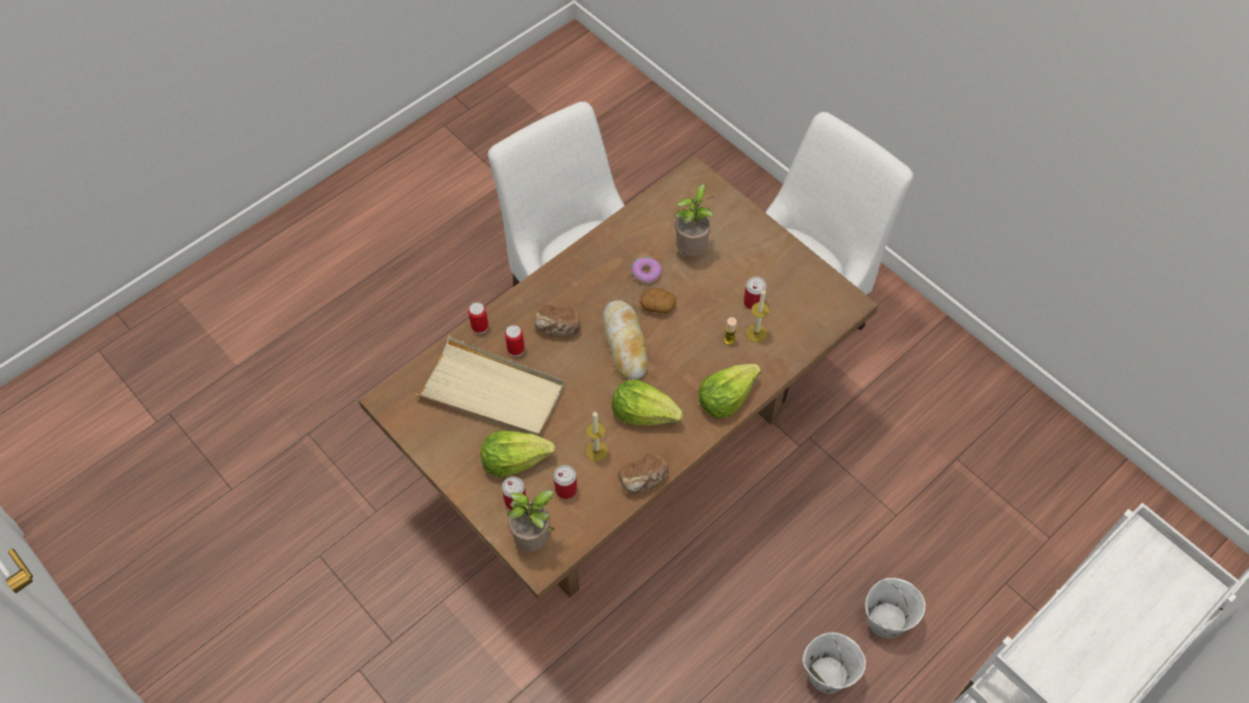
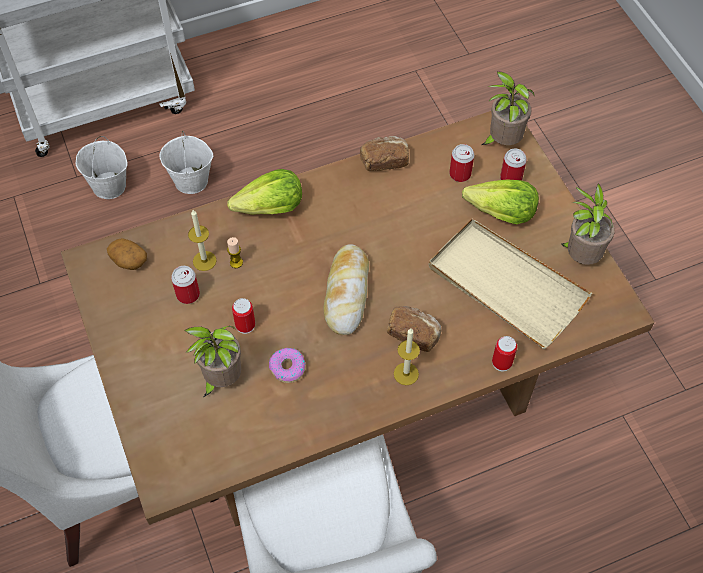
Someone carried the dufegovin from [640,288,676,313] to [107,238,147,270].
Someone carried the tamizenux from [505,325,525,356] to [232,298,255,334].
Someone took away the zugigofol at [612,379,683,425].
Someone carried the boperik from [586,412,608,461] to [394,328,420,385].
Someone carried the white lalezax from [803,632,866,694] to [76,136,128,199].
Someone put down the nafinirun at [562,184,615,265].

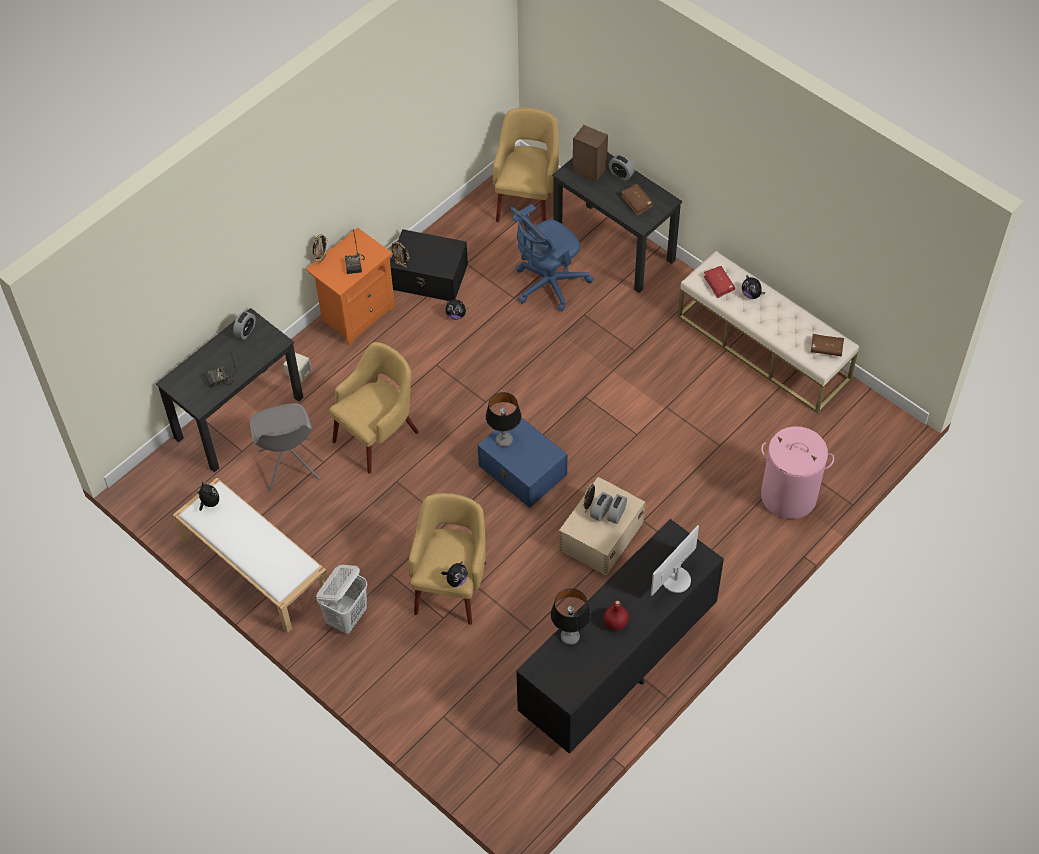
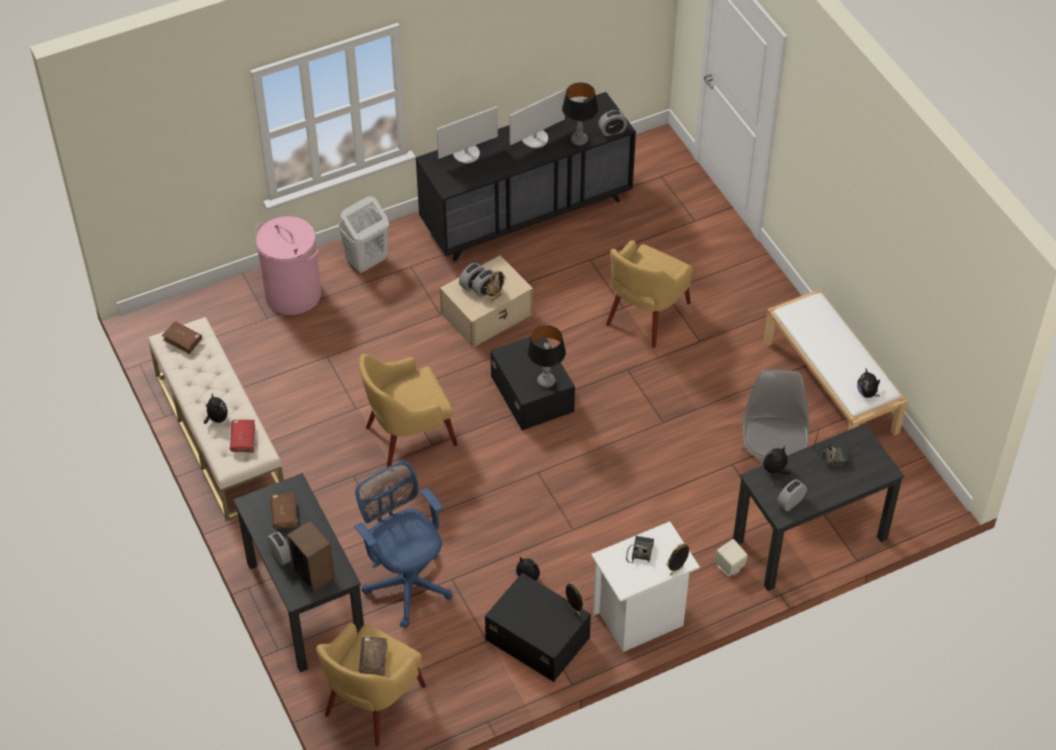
Someone rotated the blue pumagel at [510,204,594,311] by 105 degrees counterclockwise.
Someone repainted the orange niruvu at [306,227,395,346], which became the white niruvu at [591,521,700,652].
Someone carried the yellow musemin from [329,342,419,474] to [359,354,458,467].
Someone repainted the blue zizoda at [478,417,568,508], which became the black zizoda at [490,337,575,430].
Someone carried the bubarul from [441,561,468,587] to [763,446,790,475].
Someone carried the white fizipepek from [316,565,367,634] to [338,196,389,274].
Someone swapped the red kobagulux at [604,601,629,630] for the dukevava at [509,89,565,148].
Someone put down the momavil at [598,110,628,136].
Someone put down the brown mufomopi at [359,637,387,675].

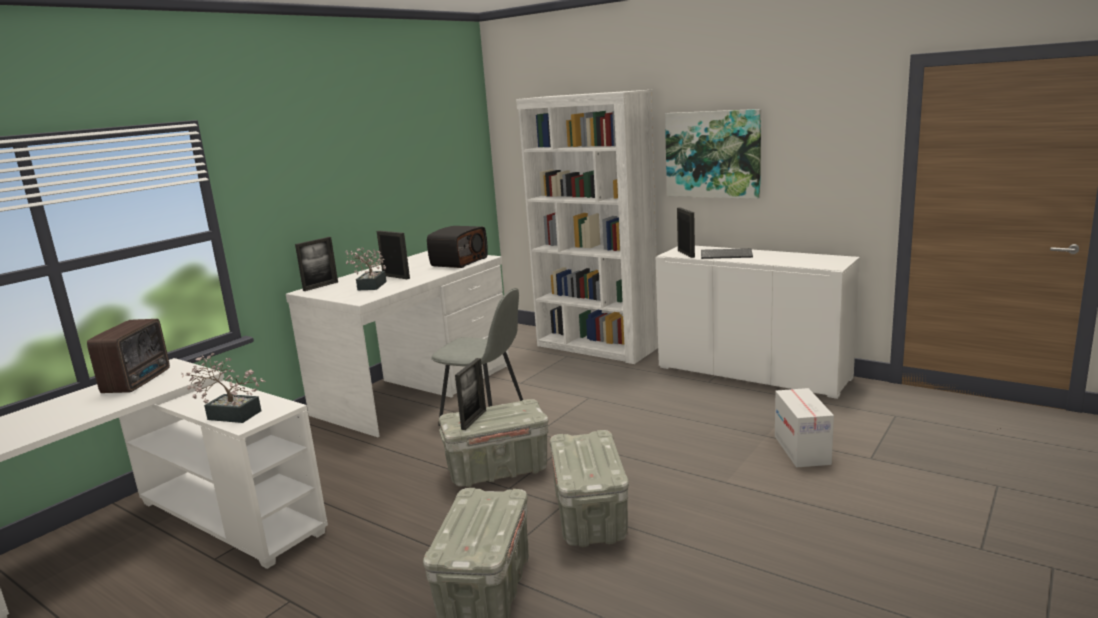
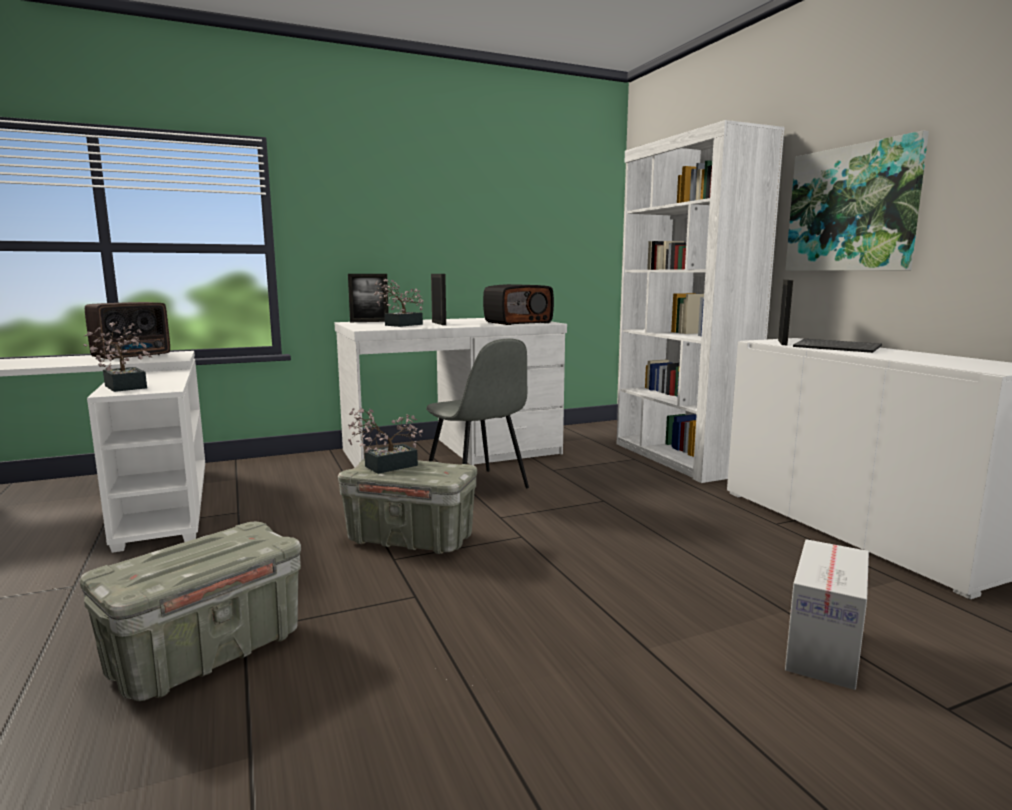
Someone swapped the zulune at [455,358,486,430] for the nafinirun at [348,408,423,474].
Someone took away the grey zizoda at [550,430,629,547].

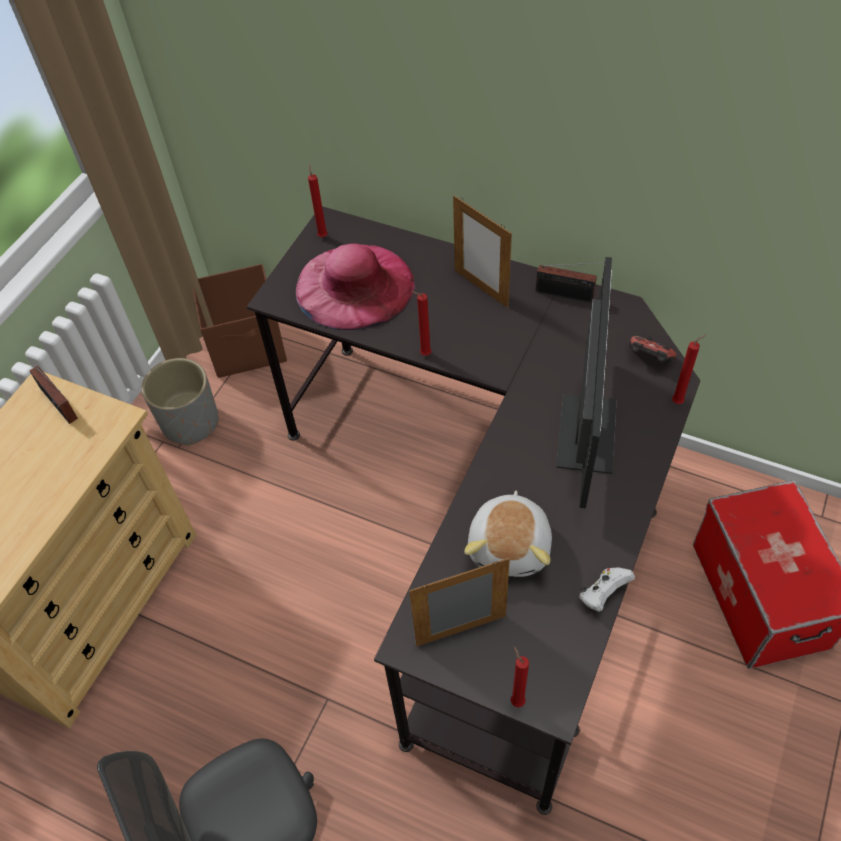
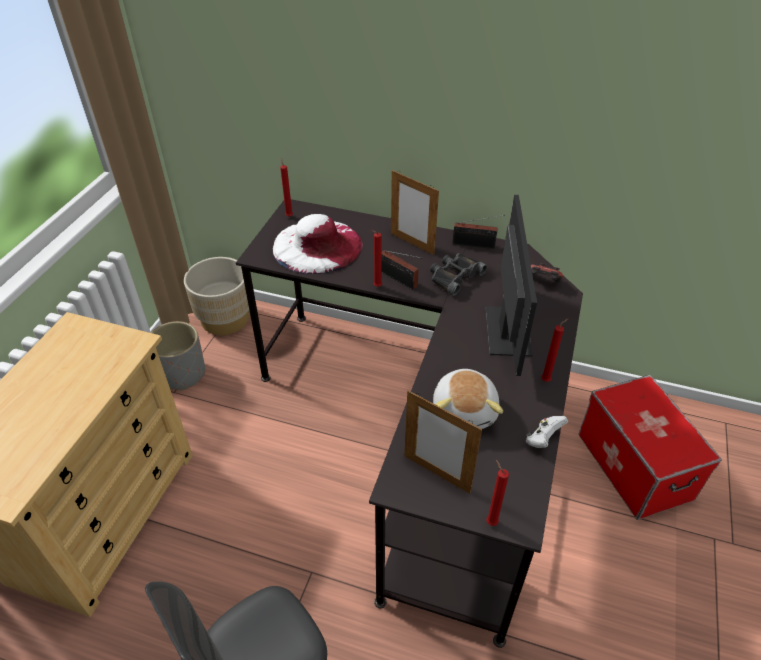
Someone repainted the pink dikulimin at [296,243,415,330], which became the white dikulimin at [273,214,363,274].
Someone swapped the brown zizoda at [193,264,287,378] for the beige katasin at [184,257,249,335].
Someone carried the red boperik from [672,335,706,404] to [541,318,569,382].
Someone carried the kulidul from [30,366,78,424] to [381,250,422,290].
Someone rotated the zulune at [409,558,510,647] by 120 degrees counterclockwise.
Someone put down the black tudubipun at [430,253,487,296].

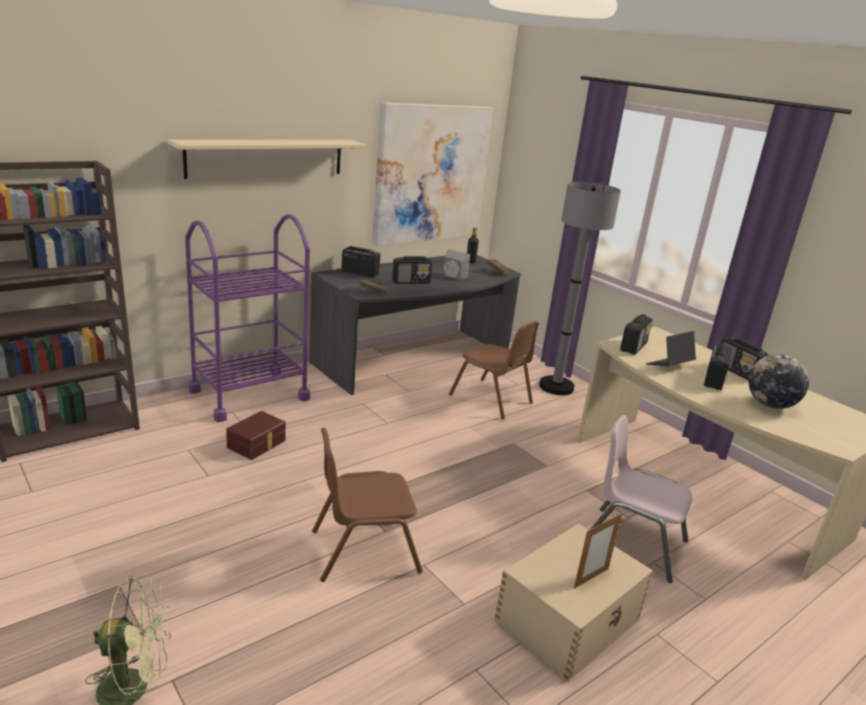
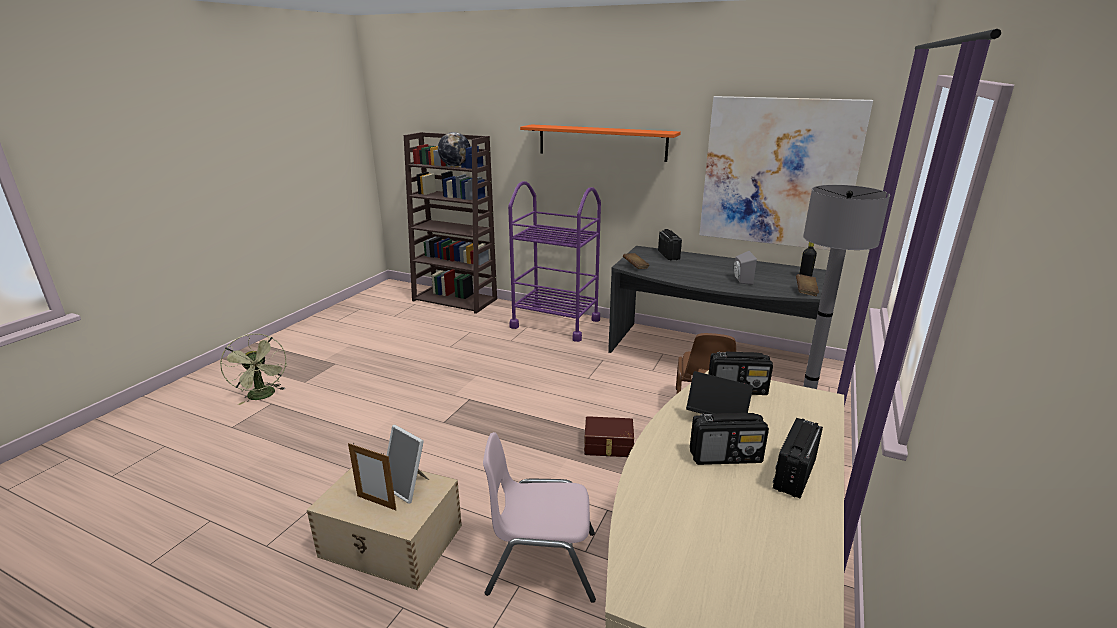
Someone repainted the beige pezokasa at [168,140,367,179], which became the orange pezokasa at [520,124,681,162].
Someone took away the kulidul at [392,256,432,284].
Someone carried the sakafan from [748,354,809,409] to [438,132,471,167].
Someone carried the brown zizoda from [226,411,286,460] to [584,416,634,457].
Someone rotated the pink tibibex at [590,415,692,583] by 90 degrees counterclockwise.
Someone took away the brown tibibex at [312,428,423,582].
Someone put down the zulune at [386,425,429,504].

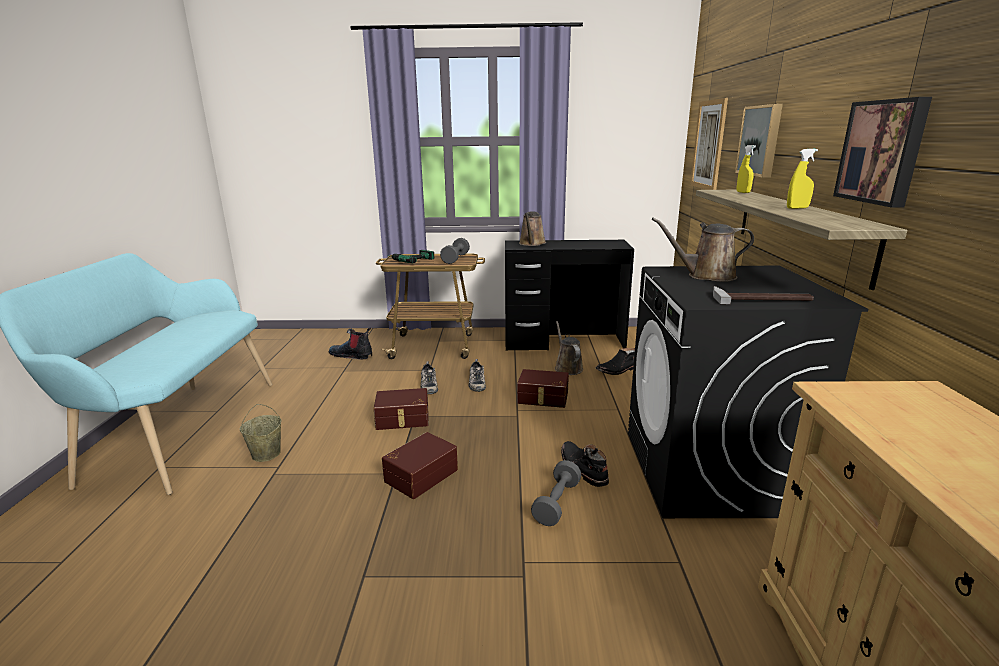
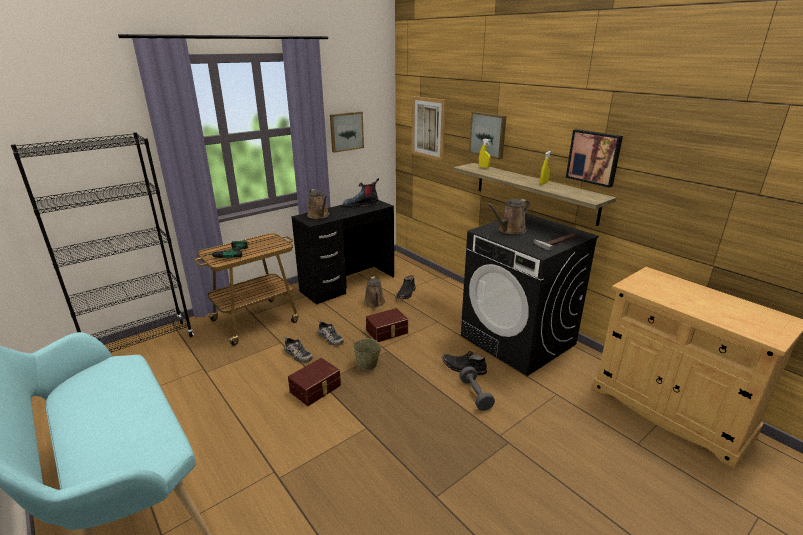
Someone took away the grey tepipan at [440,238,470,264].
Someone rotated the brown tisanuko at [555,321,583,375] by 135 degrees counterclockwise.
Someone carried the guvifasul from [329,328,372,359] to [343,178,379,207].
Someone carried the beige lalezax from [240,404,281,462] to [353,332,382,371].
Someone took away the brown zizoda at [382,432,458,499].
Someone put up the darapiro at [330,112,364,153].
Someone put down the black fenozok at [11,132,194,353].

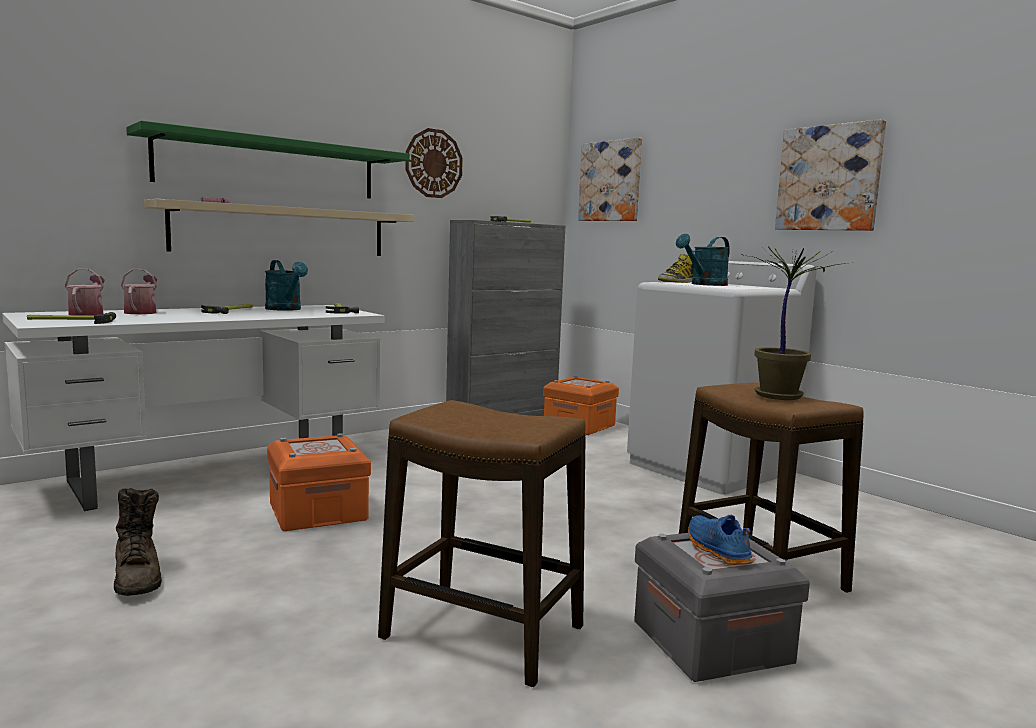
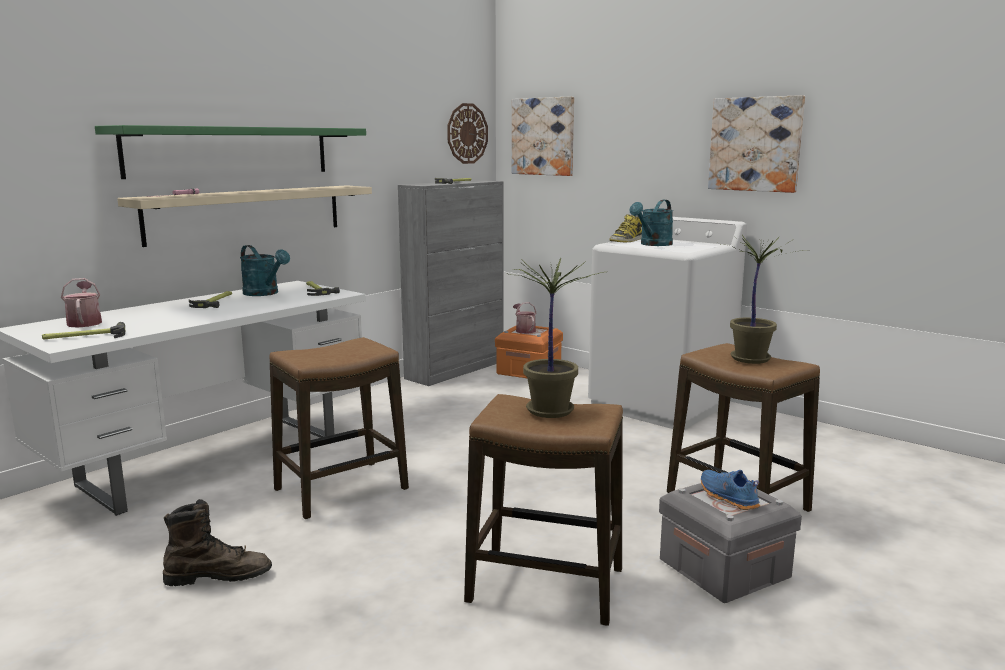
Someone carried the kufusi from [405,128,463,198] to [447,103,488,164].
Someone carried the tisanuko from [121,269,157,314] to [513,302,536,334].
Someone swapped the orange zizoda at [267,433,371,531] for the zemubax at [269,337,409,519].
Someone rotated the brown guvifasul at [114,488,162,596] by 60 degrees counterclockwise.
Someone put down the nafinirun at [508,258,604,418].

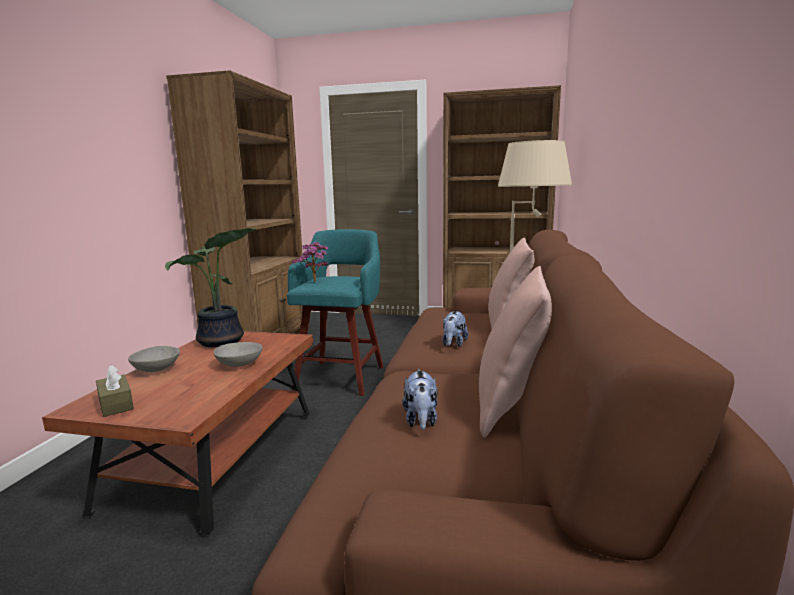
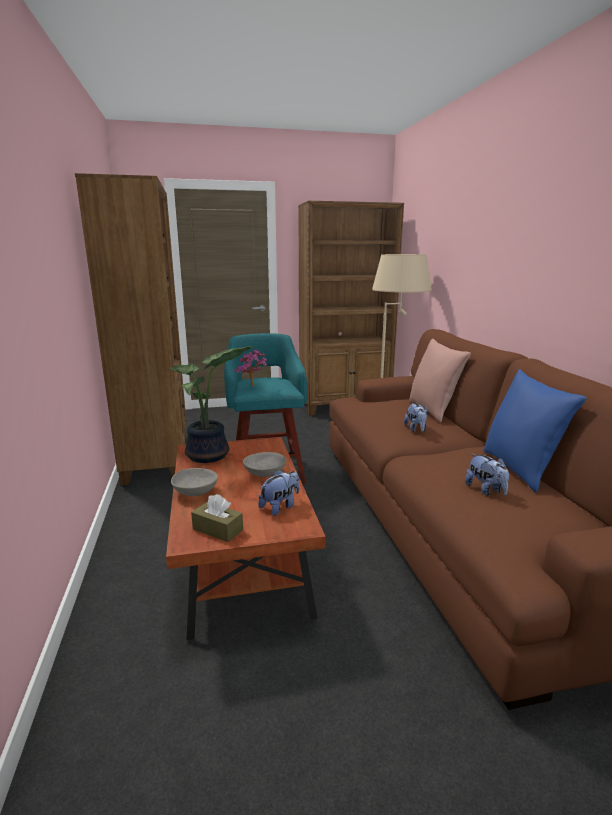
Someone repainted the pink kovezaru at [479,266,552,437], which became the blue kovezaru at [483,369,586,493].
Someone put down the bubarul at [259,470,299,516].

